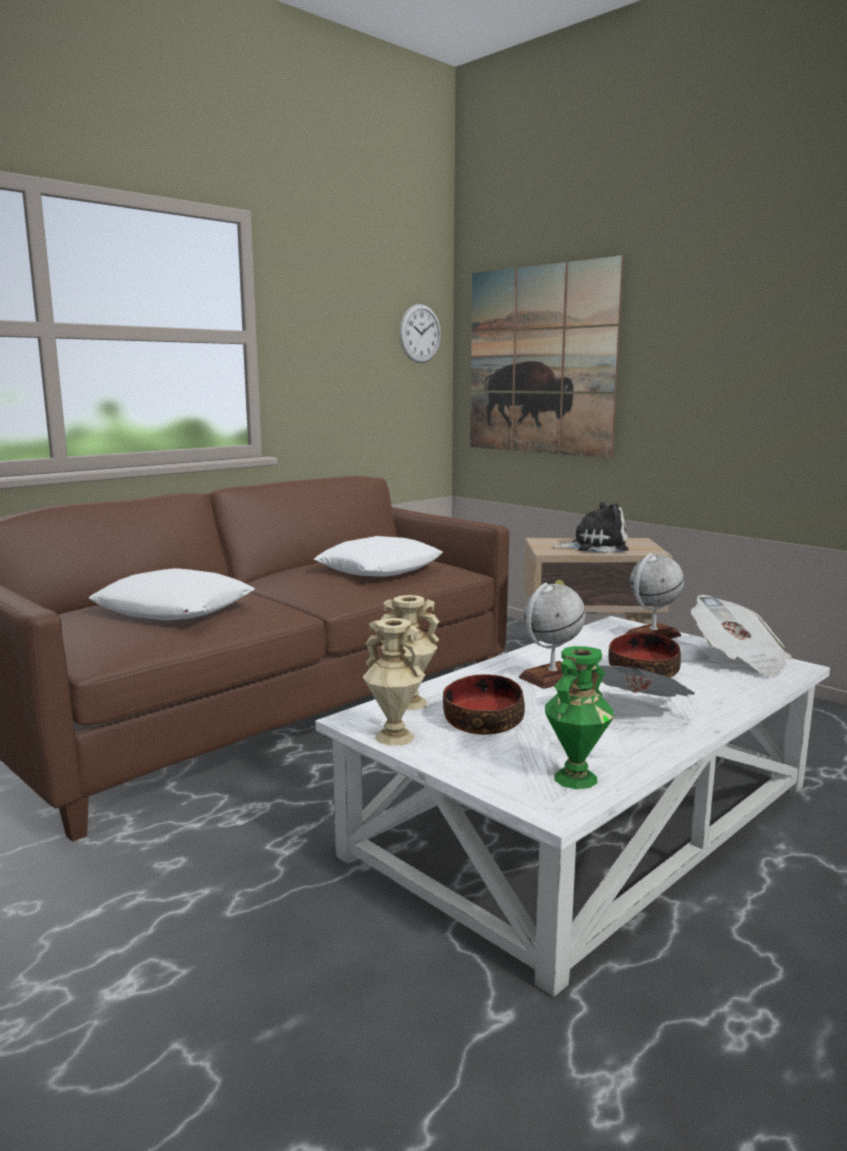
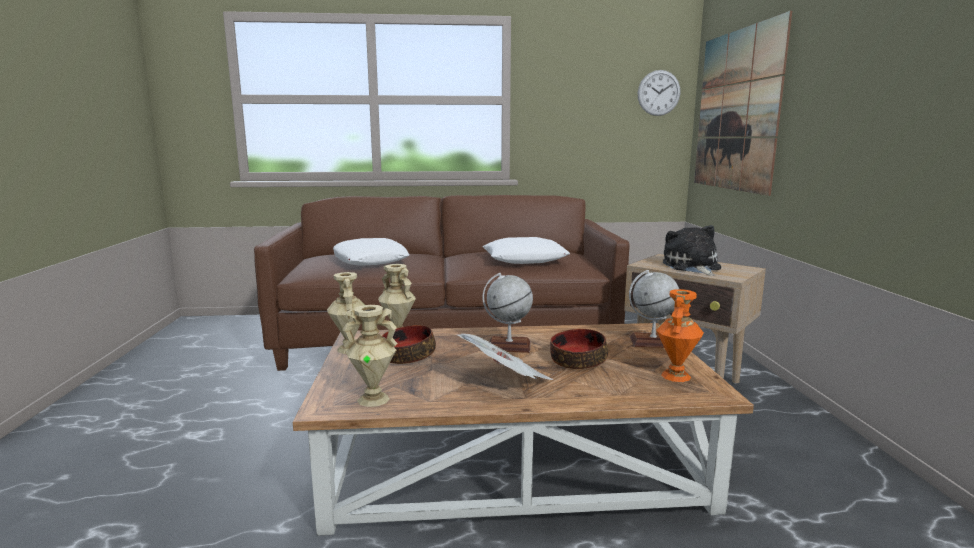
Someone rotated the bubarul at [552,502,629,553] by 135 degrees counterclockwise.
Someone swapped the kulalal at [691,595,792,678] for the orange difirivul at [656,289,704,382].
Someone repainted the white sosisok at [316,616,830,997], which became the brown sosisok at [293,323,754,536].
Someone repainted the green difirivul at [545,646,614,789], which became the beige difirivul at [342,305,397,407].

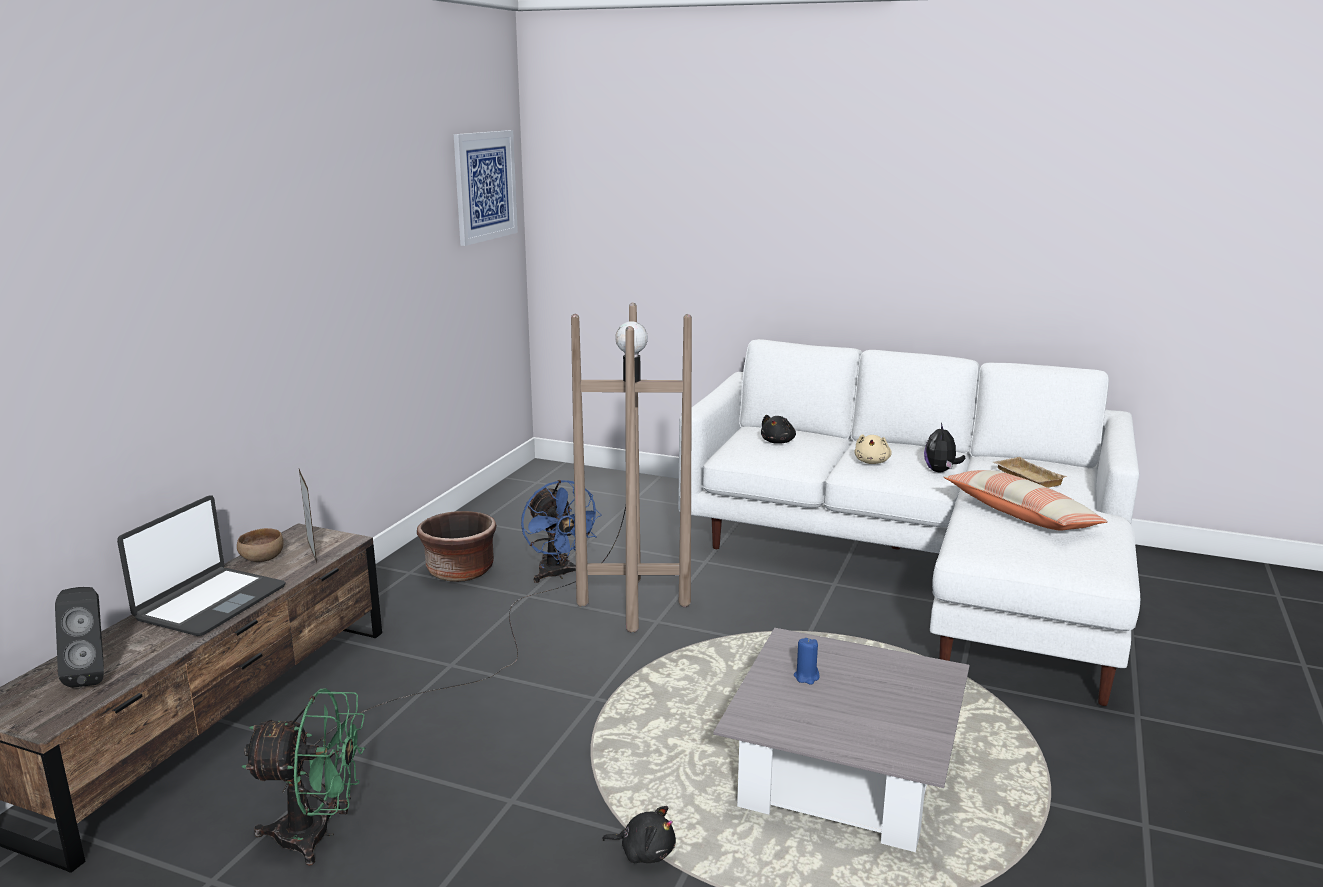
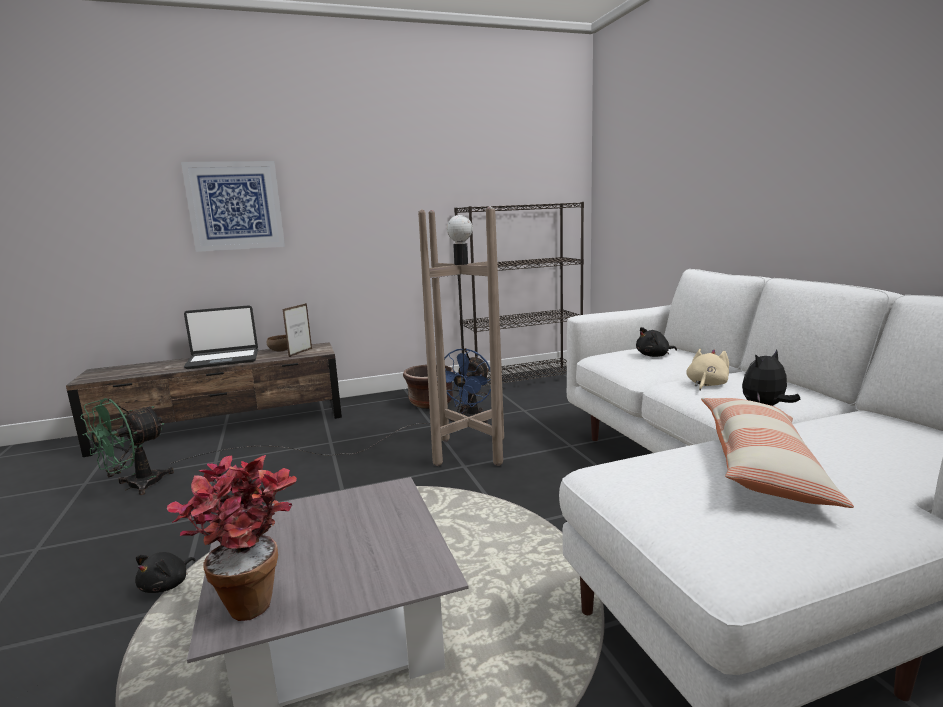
Someone carried the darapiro from [454,130,518,246] to [181,161,285,252].
Someone rotated the beige bubarul at [854,434,892,464] by 150 degrees clockwise.
Someone took away the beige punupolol at [993,457,1067,488].
Someone took away the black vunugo at [55,587,104,688].
Someone took away the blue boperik at [794,638,820,685].
Someone rotated the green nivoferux at [241,688,365,866] by 75 degrees clockwise.
Someone rotated the black bubarul at [602,806,676,863] by 45 degrees clockwise.
Someone put down the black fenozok at [454,202,584,394].
Someone put down the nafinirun at [167,455,297,621].

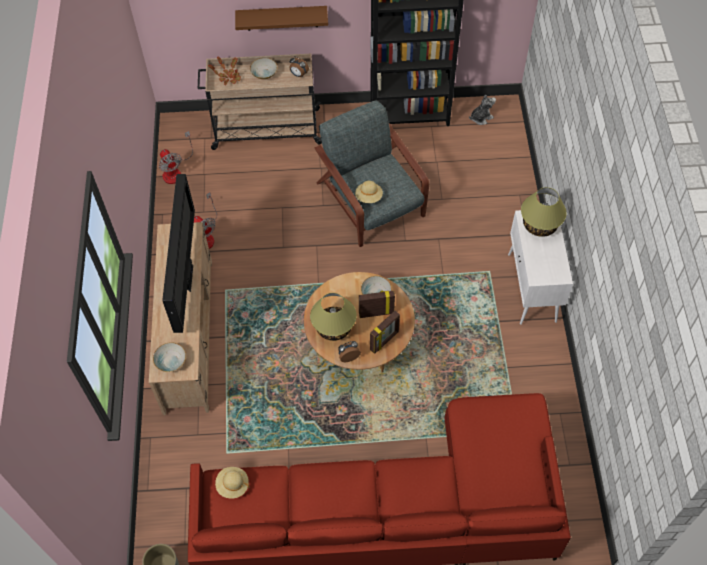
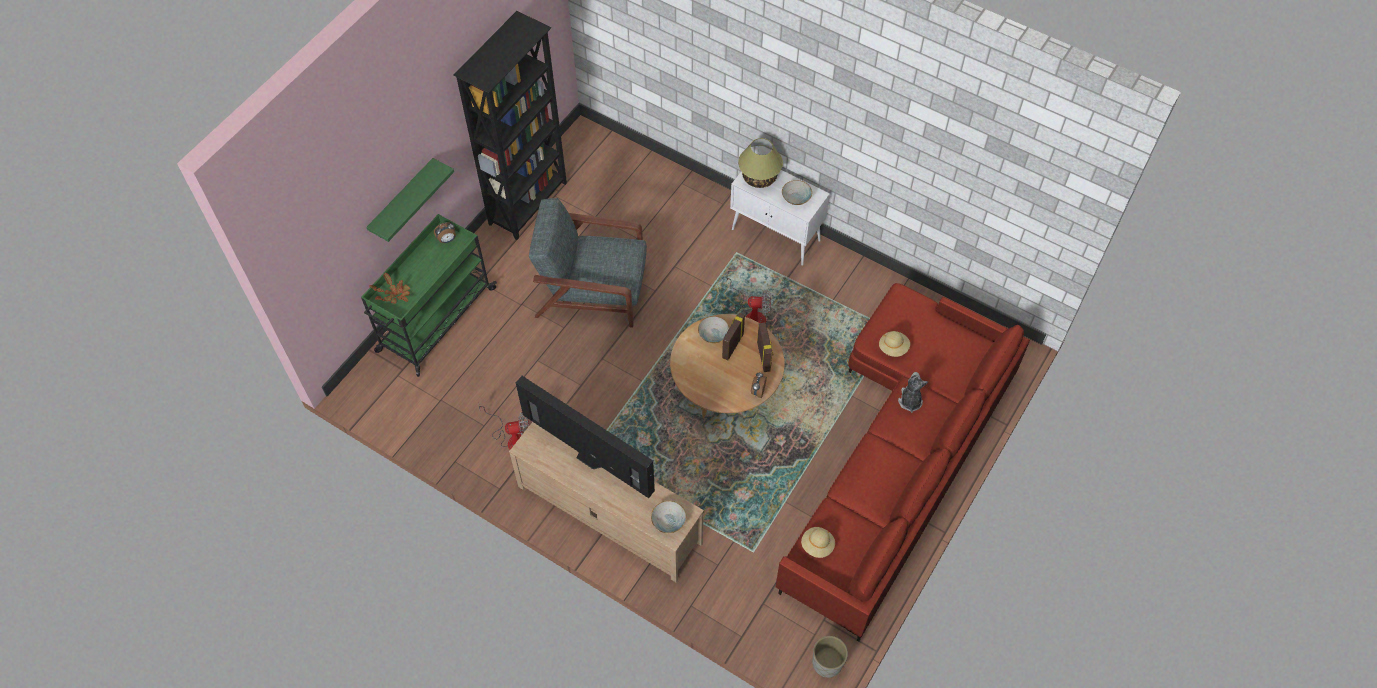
Someone repainted the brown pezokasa at [235,6,328,31], which became the green pezokasa at [366,158,454,242].
Someone repainted the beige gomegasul at [198,54,322,150], which became the green gomegasul at [361,214,497,377].
Someone carried the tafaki from [250,58,277,79] to [782,180,812,205].
Someone carried the bubarul from [469,95,496,125] to [898,372,928,413].
Someone carried the nivoferux from [159,131,193,184] to [727,278,771,323].
Someone carried the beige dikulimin from [355,181,383,203] to [879,331,910,357].
Someone took away the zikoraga at [310,293,357,341].

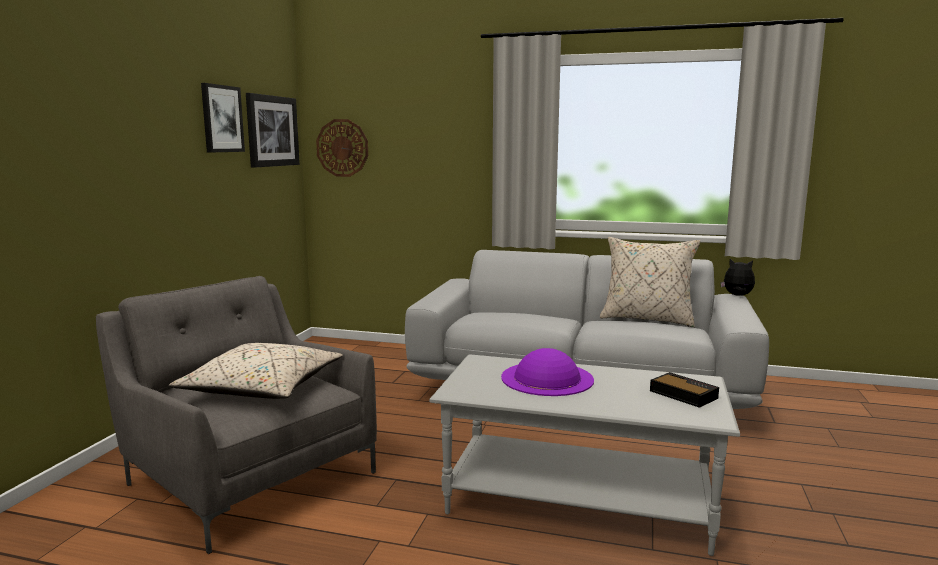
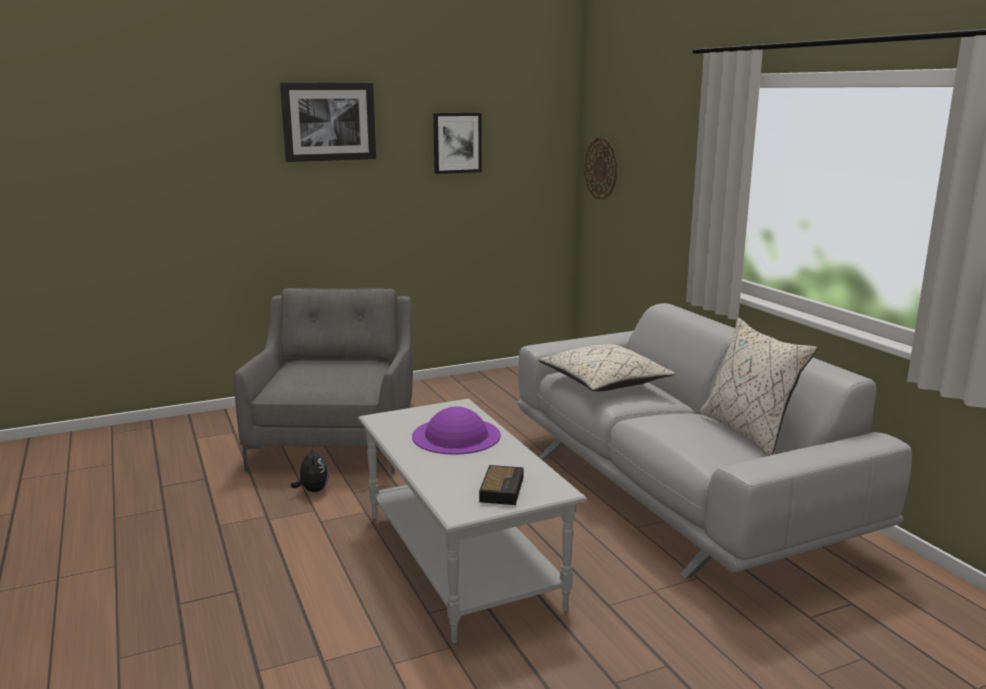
Someone carried the darapiro from [246,93,300,168] to [280,82,376,162].
Someone carried the bubarul from [720,259,755,296] to [291,447,329,492].
Someone carried the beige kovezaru from [169,343,343,399] to [538,344,676,391].

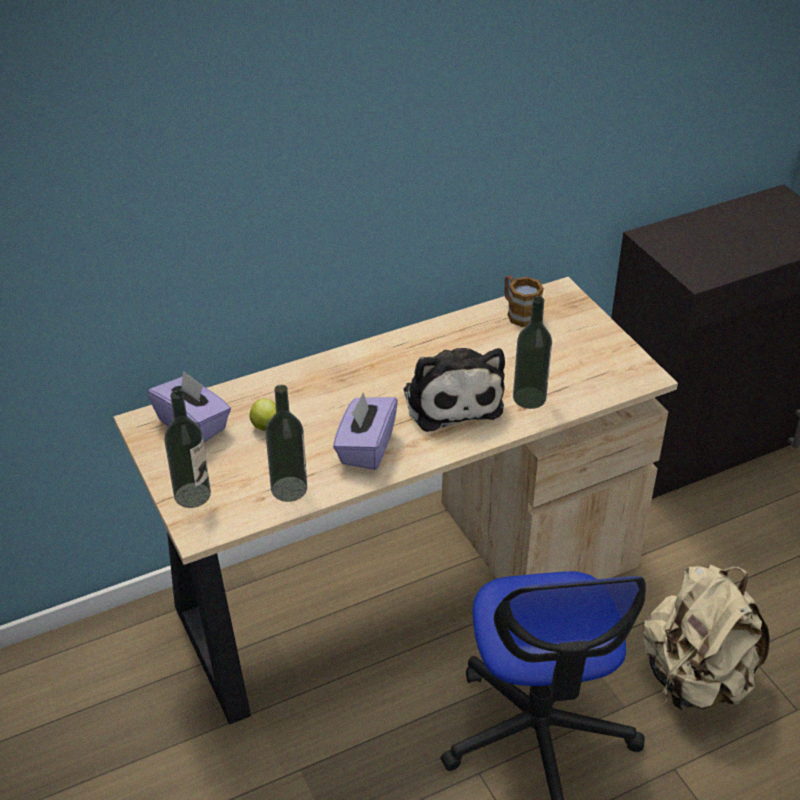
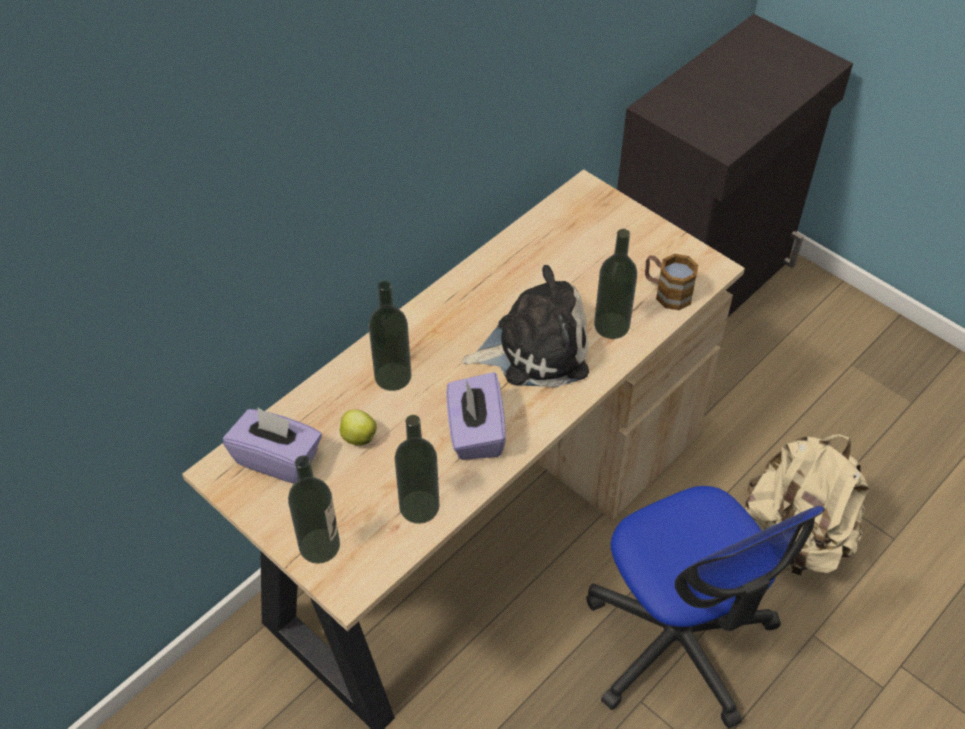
Someone carried the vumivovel from [504,275,544,327] to [645,254,698,310].
Someone rotated the bubarul at [404,348,505,432] by 60 degrees counterclockwise.
Someone put down the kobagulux at [369,281,411,391].

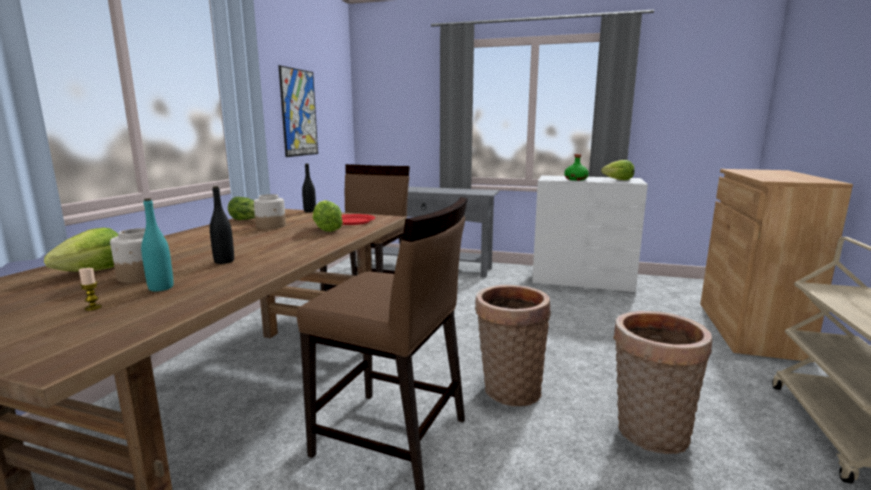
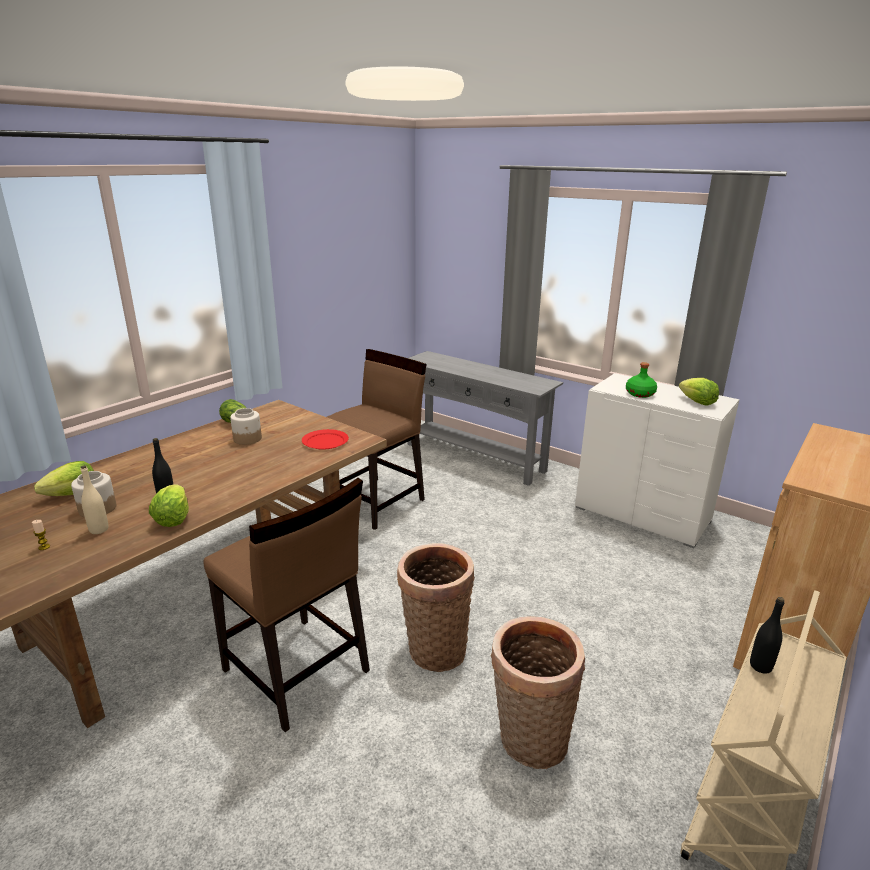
Someone took away the darapiro at [278,65,318,157].
Someone carried the black kobagulux from [302,163,316,212] to [750,597,784,674].
Someone repainted the turquoise kobagulux at [141,198,173,291], which became the beige kobagulux at [81,465,108,534].
Someone carried the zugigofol from [312,200,343,232] to [149,484,189,527].

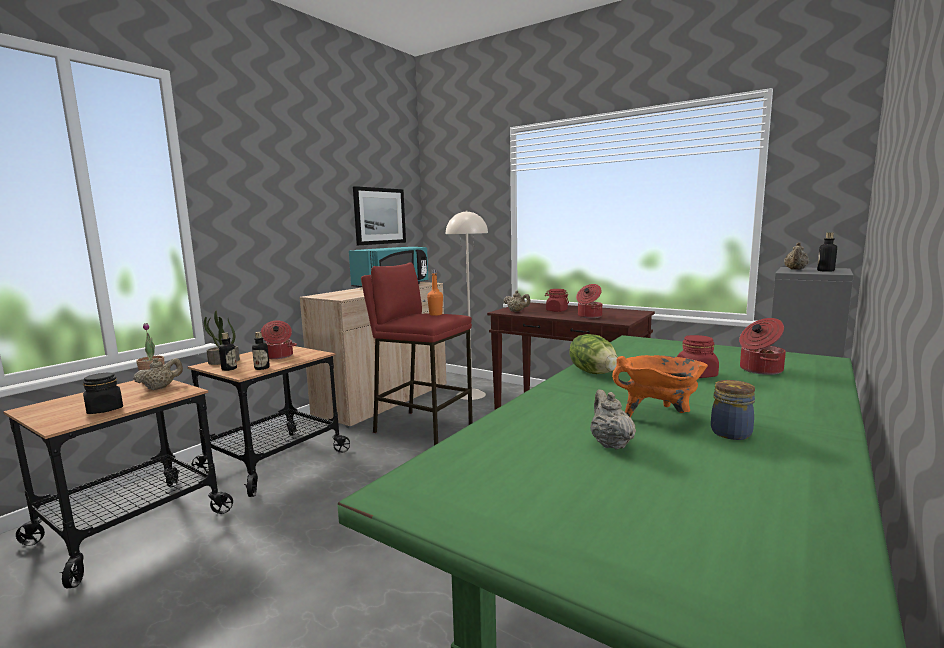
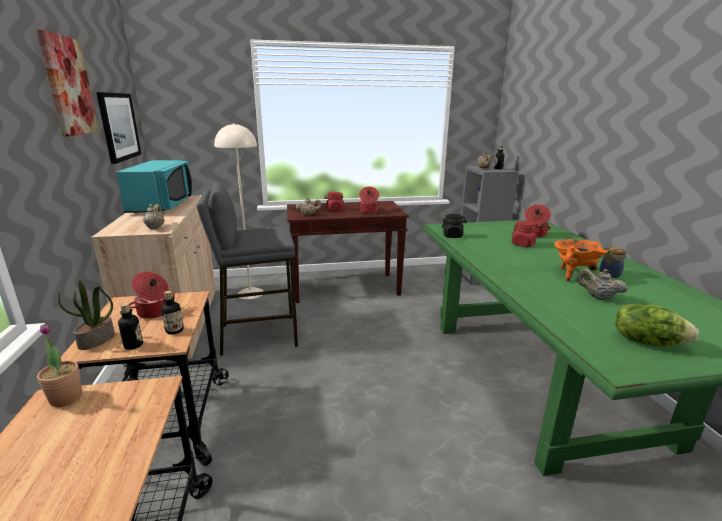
Someone repainted the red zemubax at [361,262,473,445], which became the grey zemubax at [196,182,298,356].
Someone took away the orange kobagulux at [427,269,443,316].
Someone carried the zugigofol from [569,334,618,374] to [615,304,699,346].
Someone carried the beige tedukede from [133,358,183,390] to [143,204,165,229].
Someone carried the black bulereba from [83,373,123,414] to [442,214,467,238].
Someone put up the darapiro at [37,29,99,136].

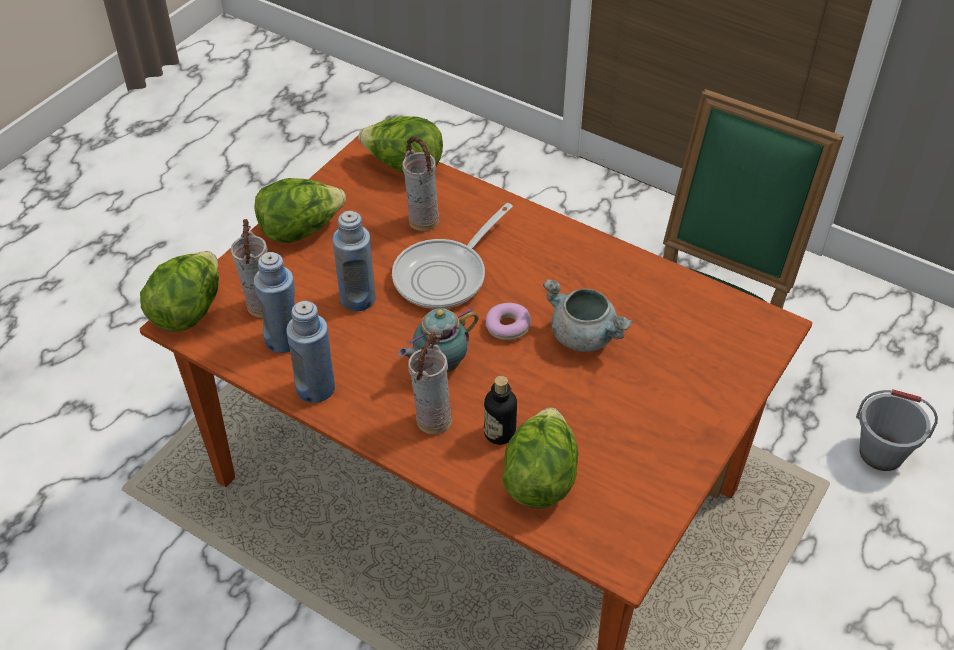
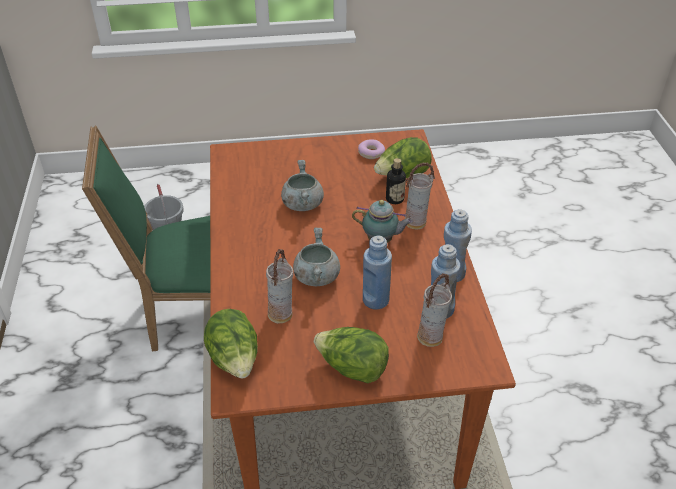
Someone swapped the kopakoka at [392,203,513,309] for the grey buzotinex at [293,227,340,286].
Someone took away the zugigofol at [140,251,219,332].
Someone carried the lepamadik from [486,303,531,340] to [358,139,385,159].

